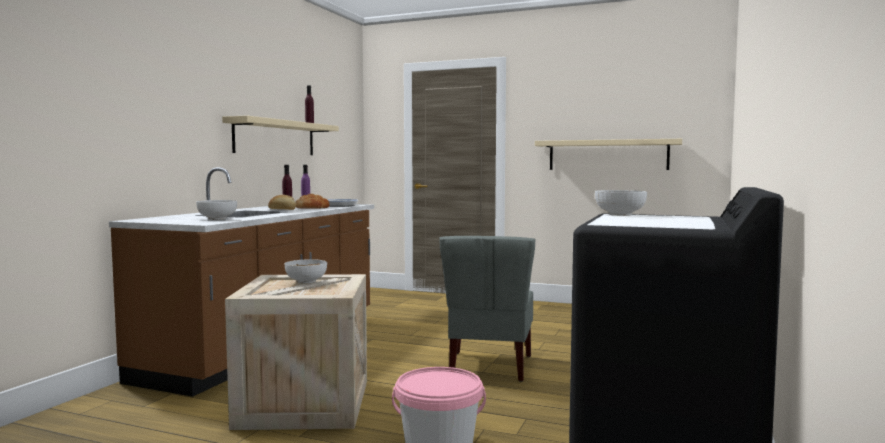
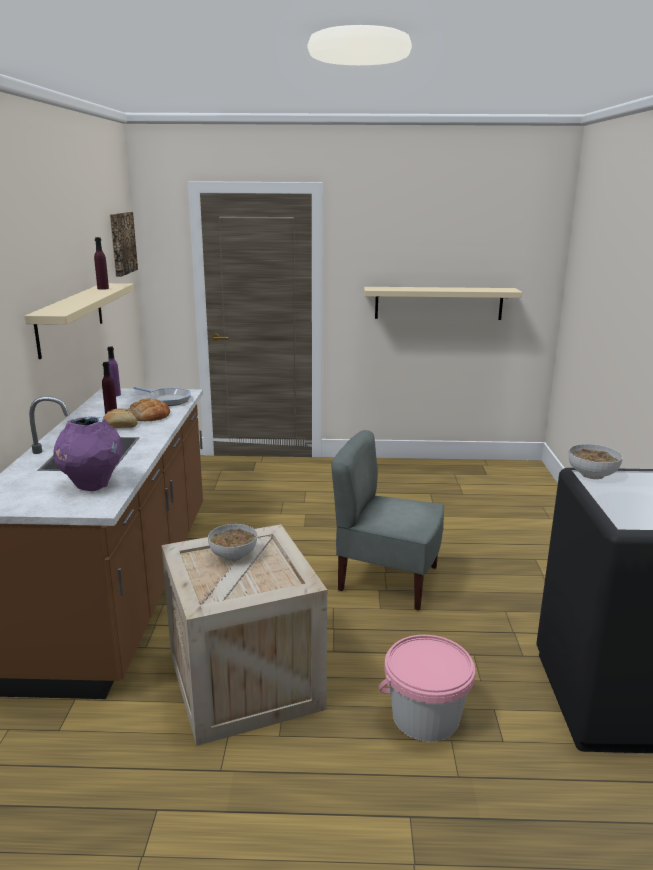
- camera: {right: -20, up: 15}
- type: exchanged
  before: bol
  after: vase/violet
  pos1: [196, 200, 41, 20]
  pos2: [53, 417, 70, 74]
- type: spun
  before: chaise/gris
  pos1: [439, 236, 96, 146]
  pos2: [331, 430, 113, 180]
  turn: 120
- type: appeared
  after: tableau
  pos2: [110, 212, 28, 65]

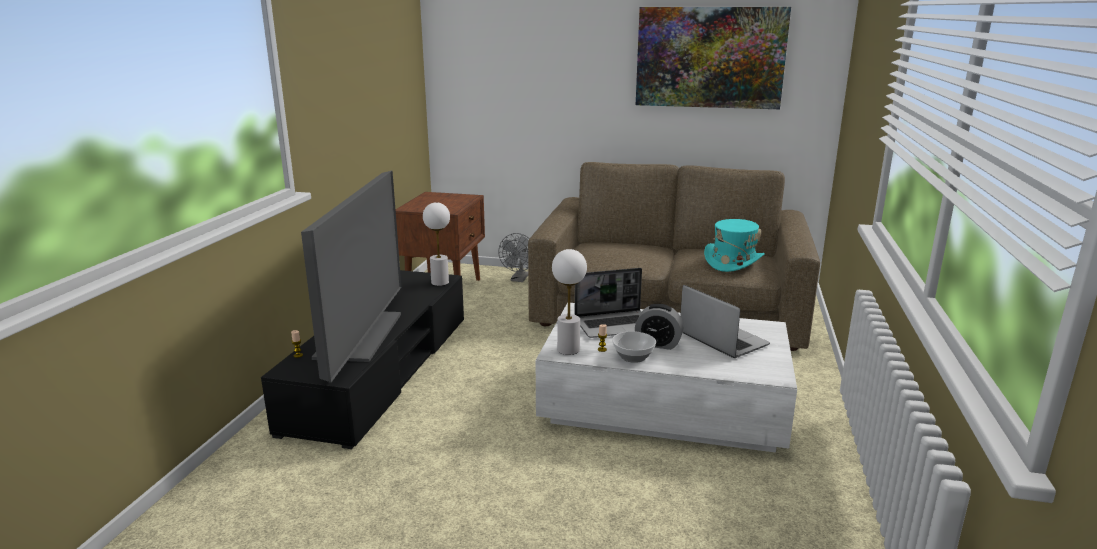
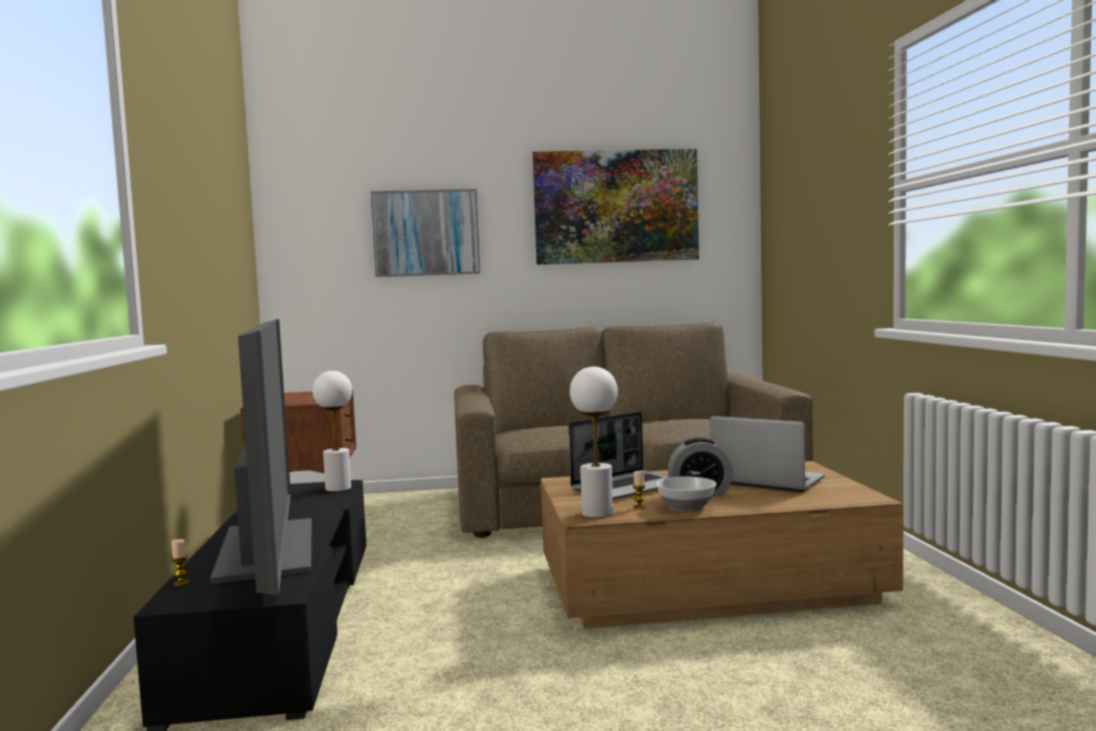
- camera: {right: -20, up: -15}
- type: missing
  before: chapeau/turquoise
  pos1: [704, 219, 61, 53]
- type: missing
  before: ventilateur/gris
  pos1: [498, 233, 31, 49]
- type: colour
  before: table basse/blanc
  after: table basse/marron
  pos1: [536, 302, 261, 151]
  pos2: [541, 461, 363, 168]
- type: appeared
  after: tableau
  pos2: [371, 189, 109, 88]

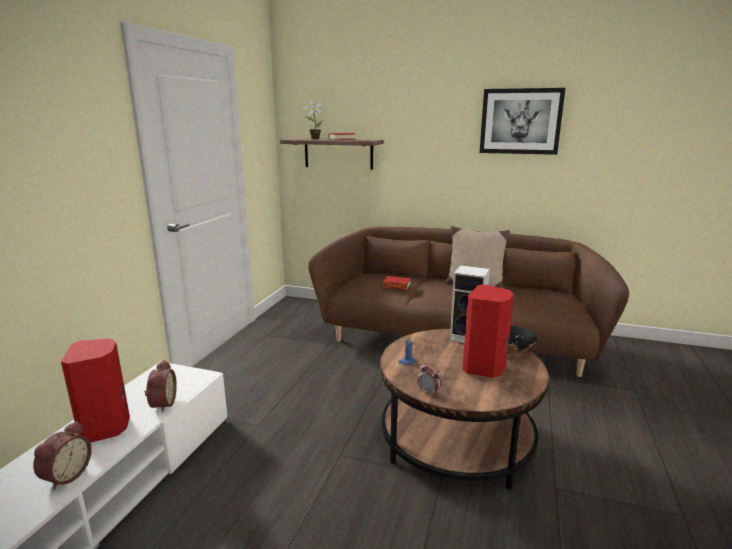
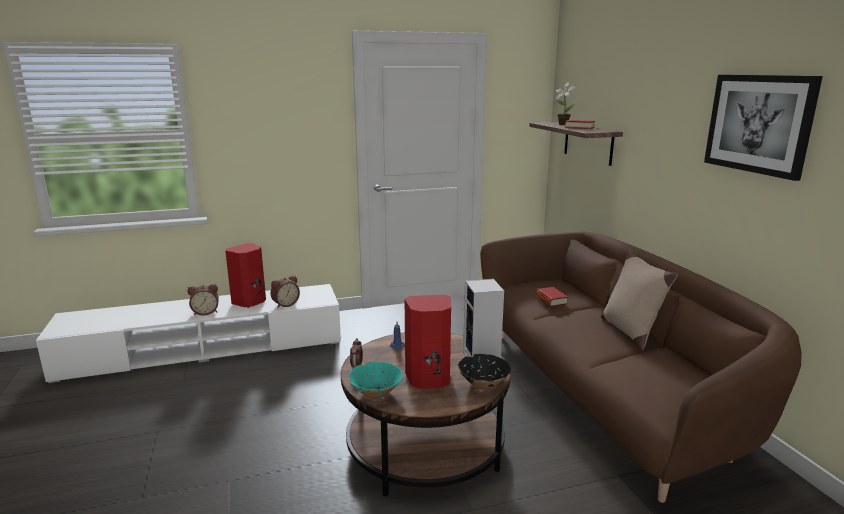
- camera: {right: 55, up: 0}
- type: appeared
  after: bol/turquoise
  pos2: [348, 362, 55, 37]

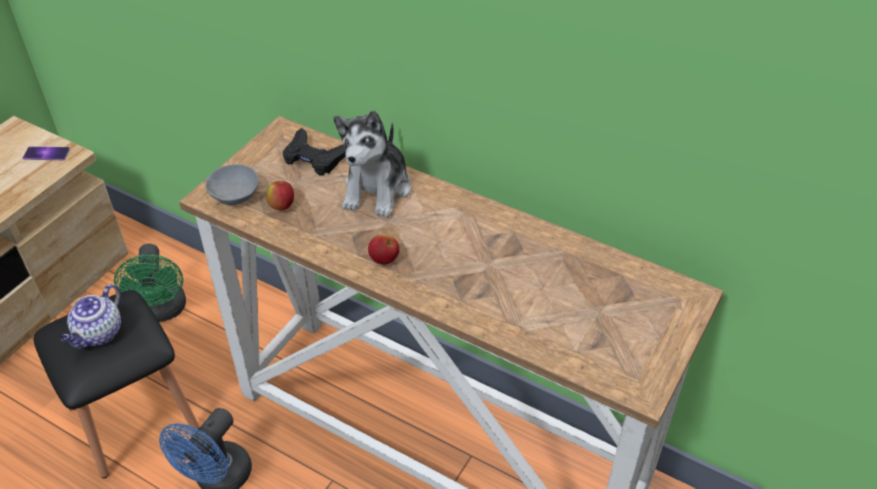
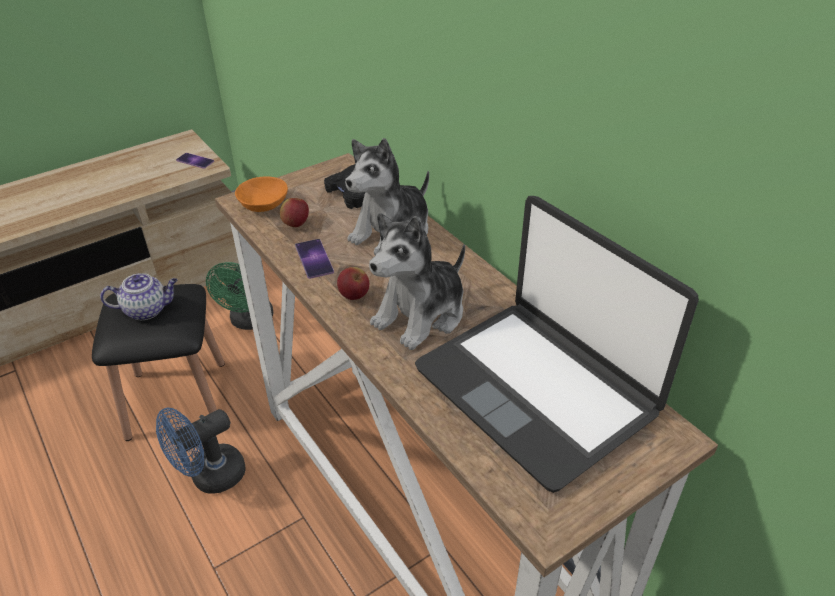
- camera: {right: 25, up: -5}
- type: colour
  before: bol/gris
  after: bol/orange
  pos1: [205, 164, 54, 41]
  pos2: [235, 176, 53, 36]
- type: spun
  before: théière
  pos1: [61, 284, 60, 65]
  pos2: [100, 273, 78, 47]
  turn: -150
- type: appeared
  after: ordinateur portable
  pos2: [415, 196, 284, 297]
- type: appeared
  after: peluche
  pos2: [369, 213, 96, 137]
- type: appeared
  after: téléphone
  pos2: [295, 239, 39, 40]

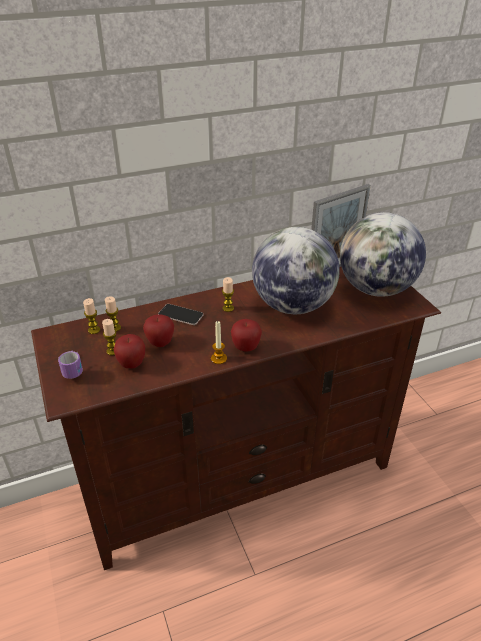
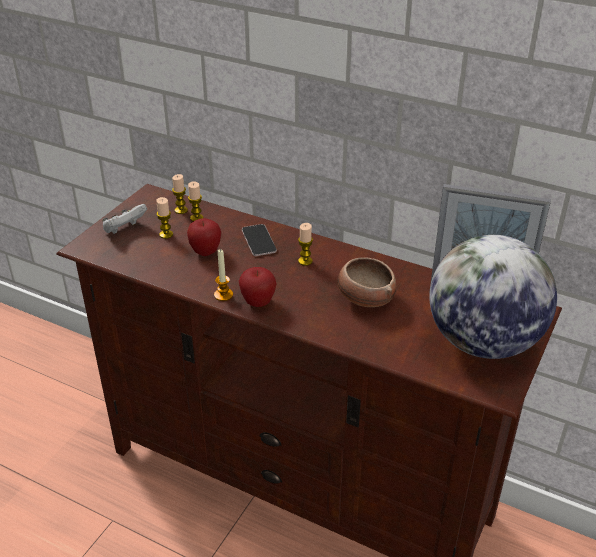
- camera: {right: 50, up: 0}
- type: exchanged
  before: globe
  after: bol
  pos1: [252, 227, 88, 87]
  pos2: [337, 257, 59, 50]
- type: missing
  before: pomme
  pos1: [114, 334, 31, 35]
- type: exchanged
  before: mug
  after: manette/blanc
  pos1: [58, 351, 25, 28]
  pos2: [102, 204, 45, 30]

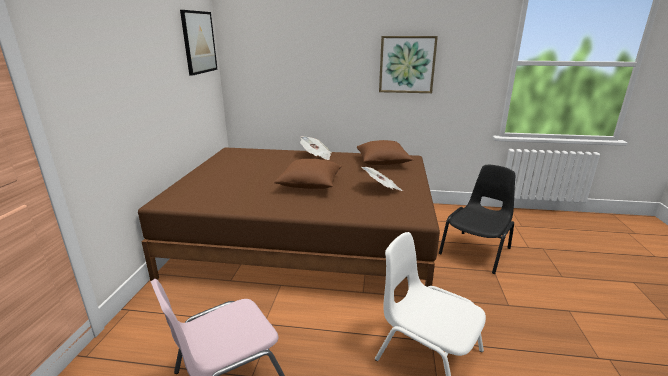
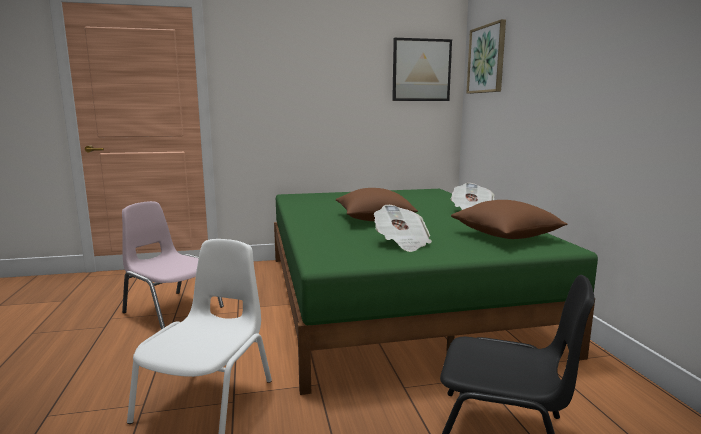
- camera: {right: 70, up: -10}
- type: relocated
  before: tableau
  pos1: [379, 36, 59, 57]
  pos2: [467, 19, 39, 75]
- type: colour
  before: lit/marron
  after: lit/vert
  pos1: [138, 147, 302, 140]
  pos2: [274, 189, 324, 206]

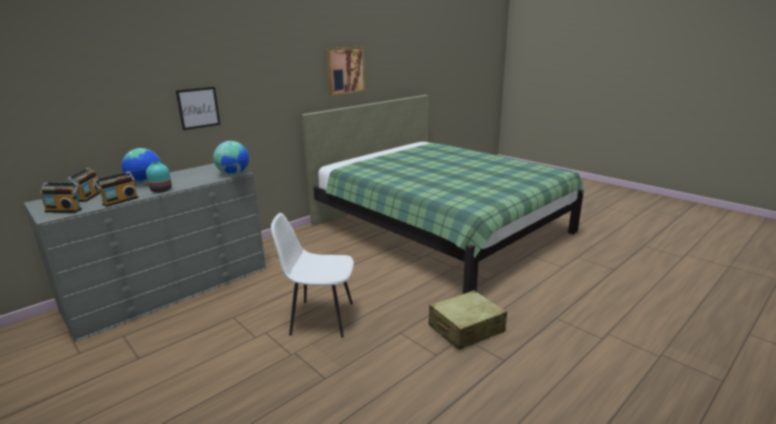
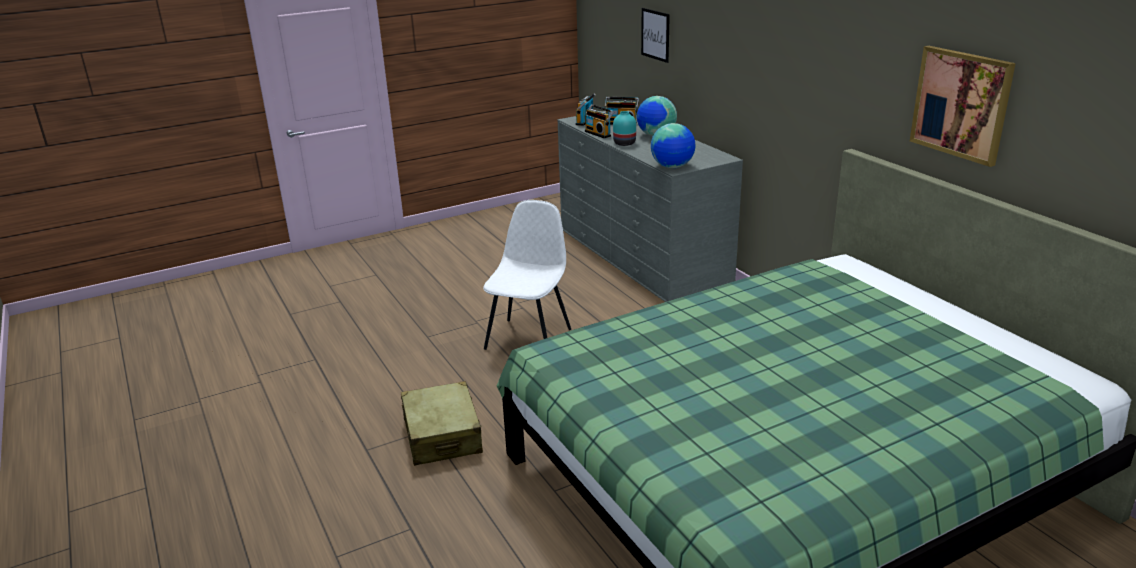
- camera: {right: 105, up: 5}
- type: relocated
  before: tableau
  pos1: [176, 87, 44, 43]
  pos2: [641, 8, 29, 55]

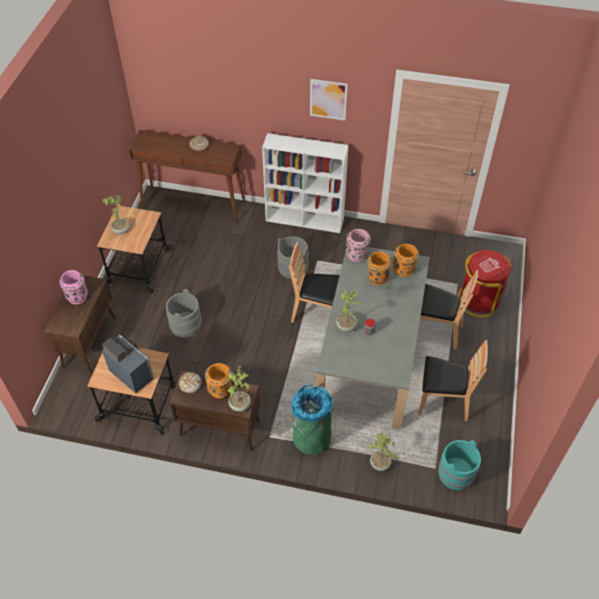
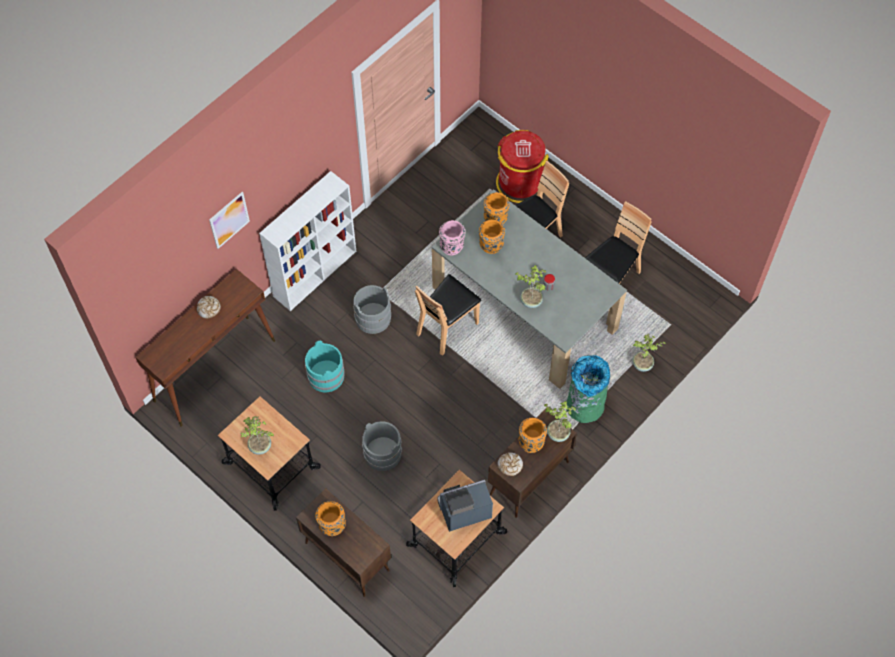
- camera: {right: -60, up: 10}
- type: relocated
  before: tableau
  pos1: [310, 79, 38, 41]
  pos2: [209, 192, 41, 57]
- type: colour
  before: vase/rose
  after: vase/orange
  pos1: [59, 270, 29, 34]
  pos2: [315, 501, 31, 35]
- type: relocated
  before: seau/turquoise
  pos1: [438, 440, 43, 50]
  pos2: [305, 341, 40, 51]

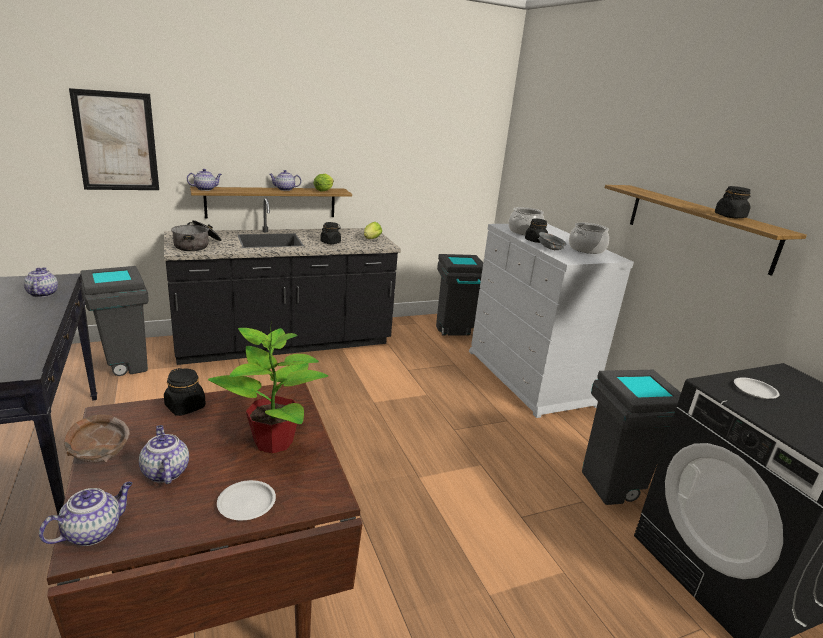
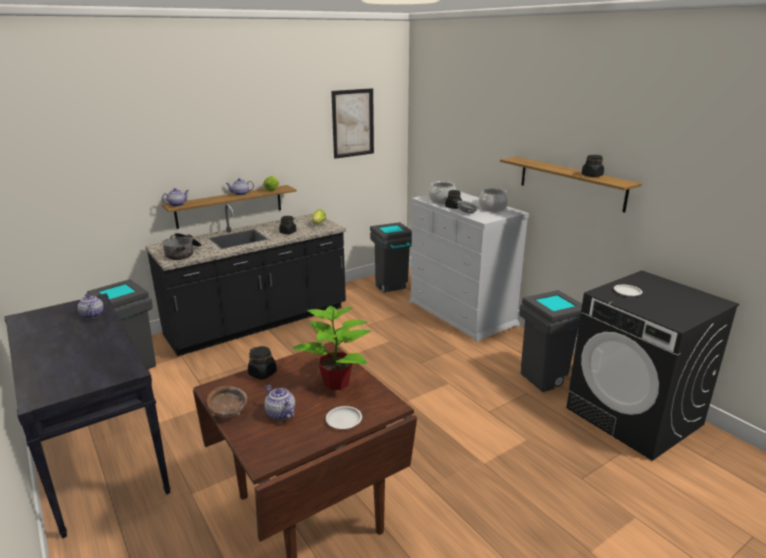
- camera: {right: -10, up: 0}
- type: relocated
  before: tableau
  pos1: [69, 88, 90, 102]
  pos2: [331, 88, 43, 71]
- type: missing
  before: théière
  pos1: [39, 482, 94, 64]

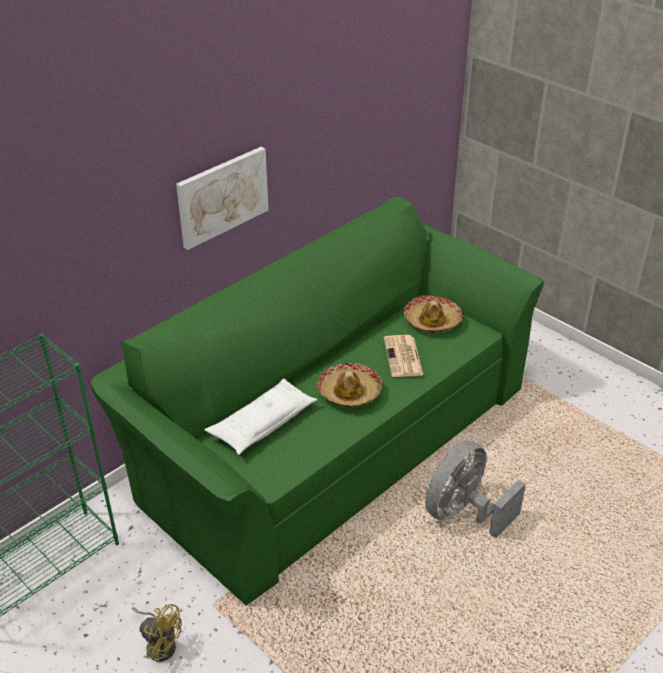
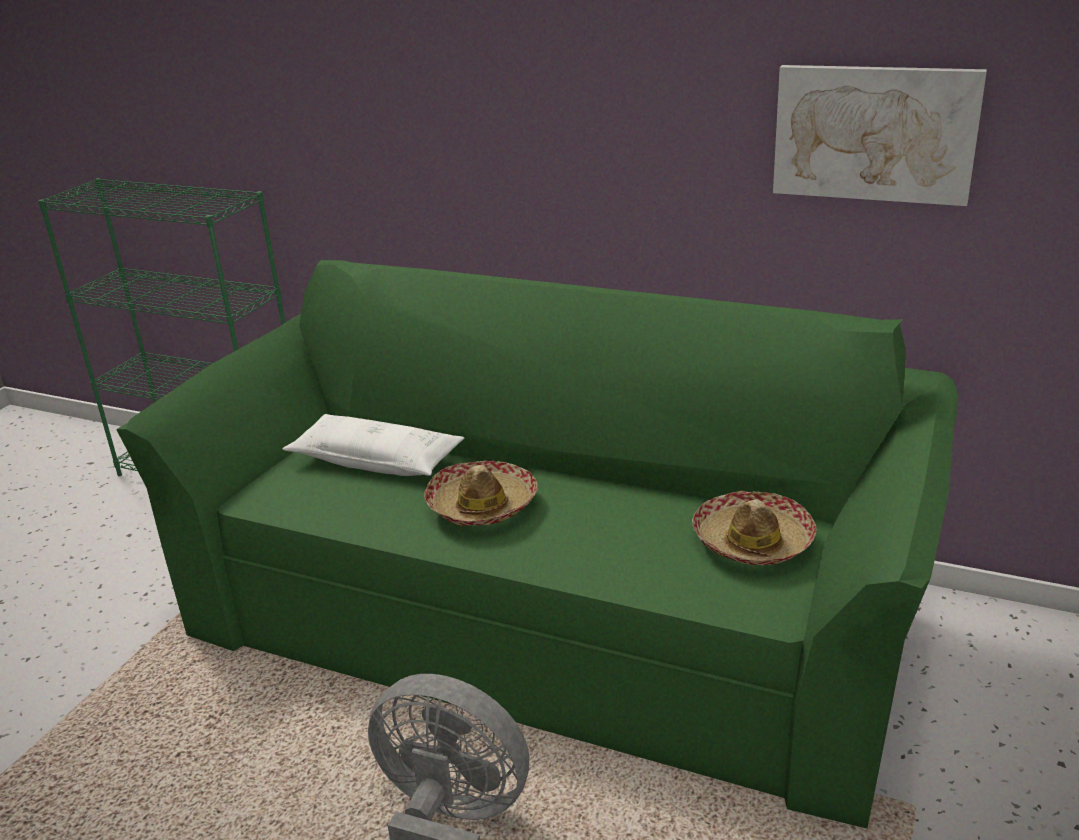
- camera: {right: 70, up: -10}
- type: relocated
  before: tableau
  pos1: [176, 147, 93, 103]
  pos2: [773, 65, 214, 141]
- type: missing
  before: journal
  pos1: [384, 335, 39, 42]
- type: missing
  before: ventilateur/jaune
  pos1: [132, 604, 50, 58]

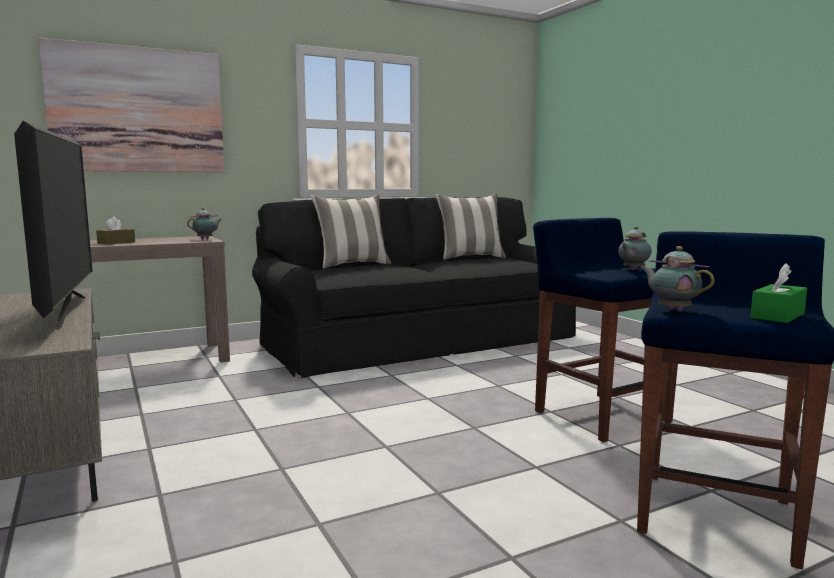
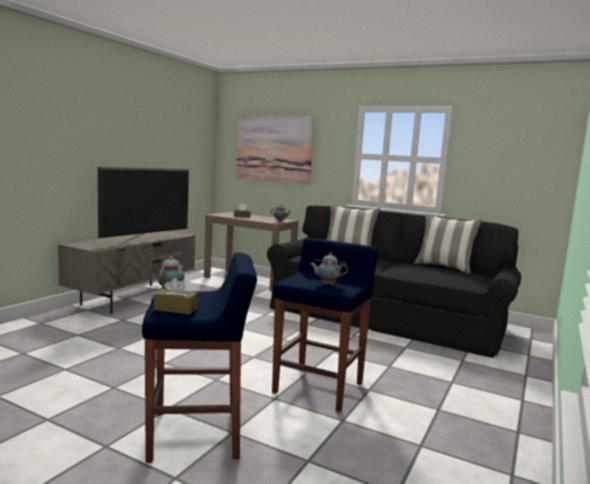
- camera: {right: 55, up: 0}
- type: colour
  before: boîte à mouchoirs/vert
  after: boîte à mouchoirs/marron
  pos1: [750, 263, 57, 60]
  pos2: [153, 278, 45, 37]

